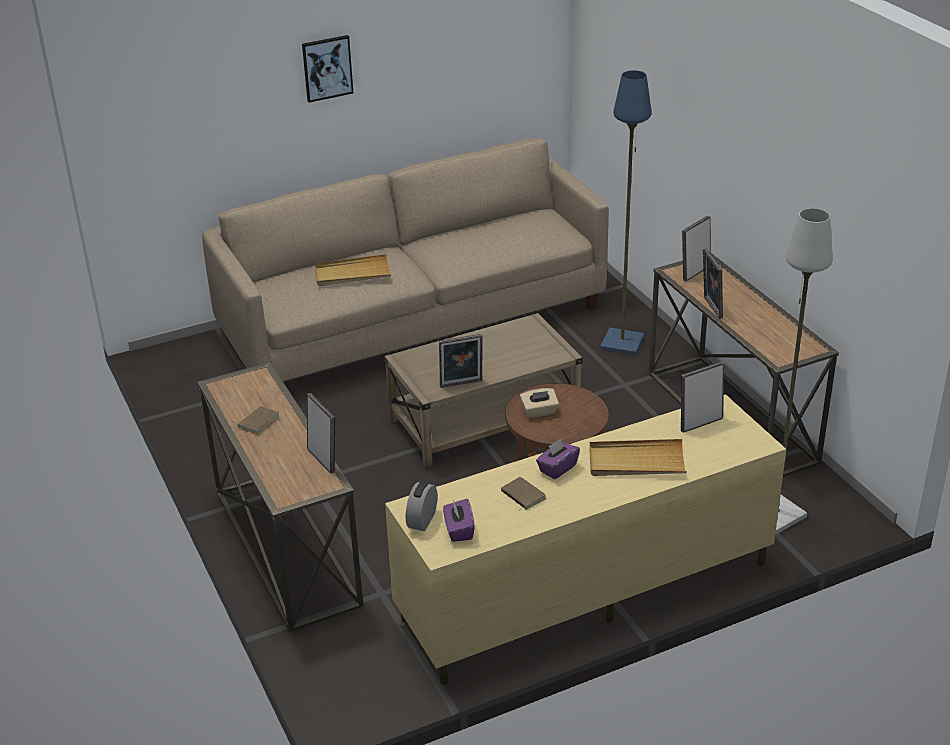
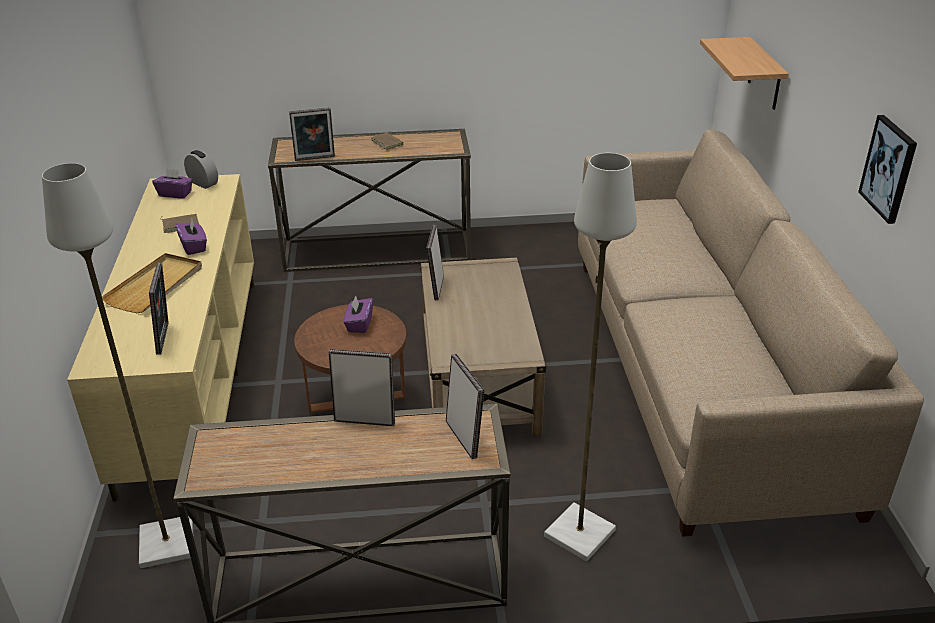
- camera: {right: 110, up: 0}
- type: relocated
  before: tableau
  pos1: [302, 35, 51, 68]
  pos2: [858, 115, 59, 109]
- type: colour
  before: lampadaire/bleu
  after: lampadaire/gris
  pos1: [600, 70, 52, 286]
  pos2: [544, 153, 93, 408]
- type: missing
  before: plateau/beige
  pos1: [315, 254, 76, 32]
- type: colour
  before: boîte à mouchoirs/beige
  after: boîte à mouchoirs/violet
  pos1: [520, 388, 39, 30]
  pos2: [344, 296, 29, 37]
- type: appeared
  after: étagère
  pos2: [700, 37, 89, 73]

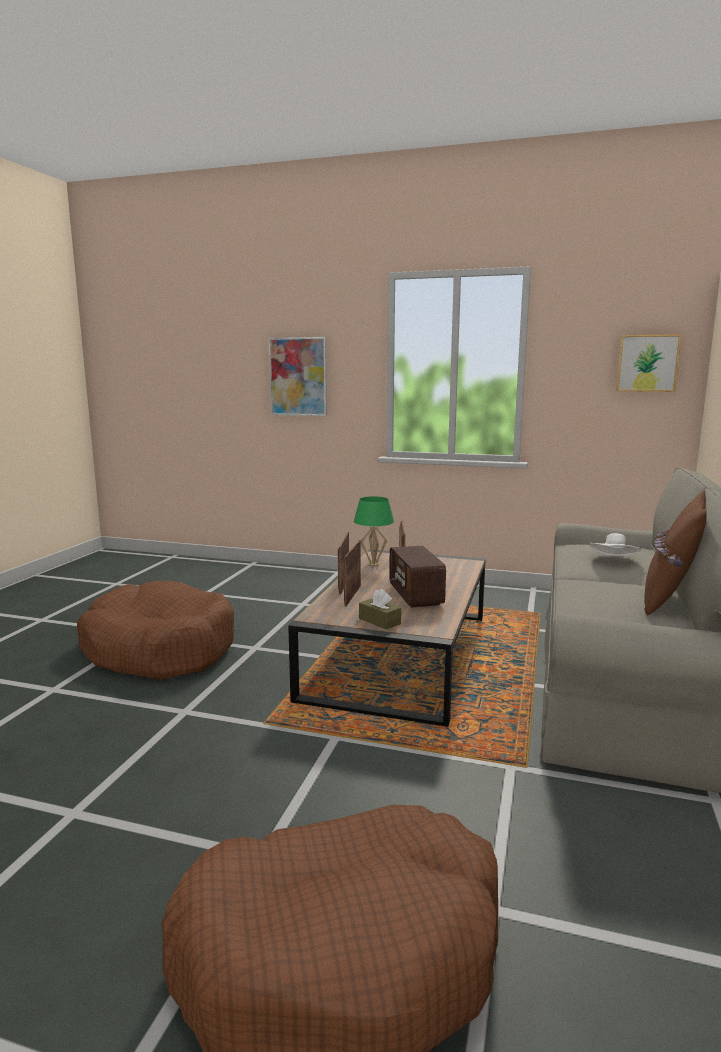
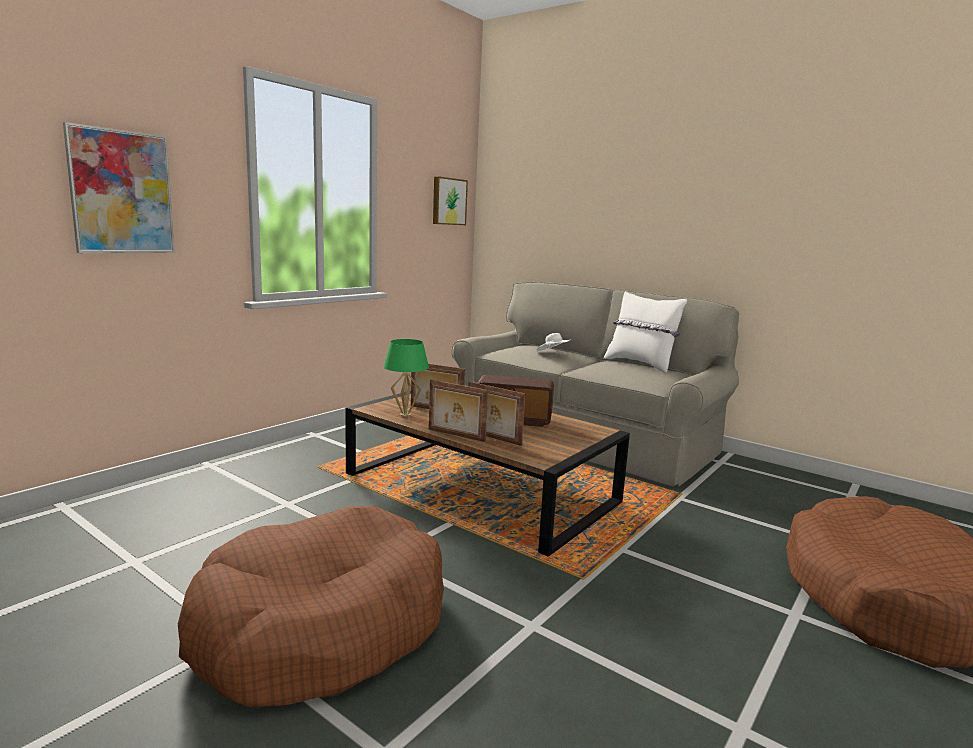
- camera: {right: -70, up: 0}
- type: colour
  before: coussin/marron
  after: coussin/blanc
  pos1: [644, 490, 63, 126]
  pos2: [604, 291, 83, 82]
- type: missing
  before: boîte à mouchoirs/marron
  pos1: [359, 589, 42, 41]

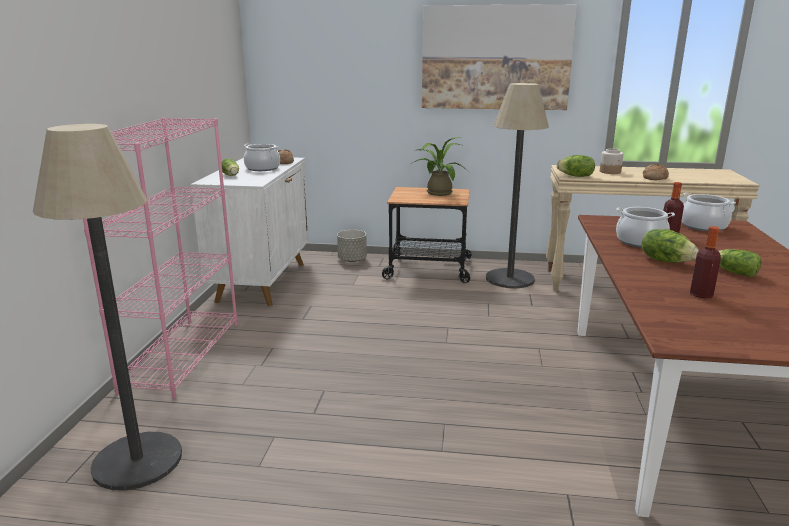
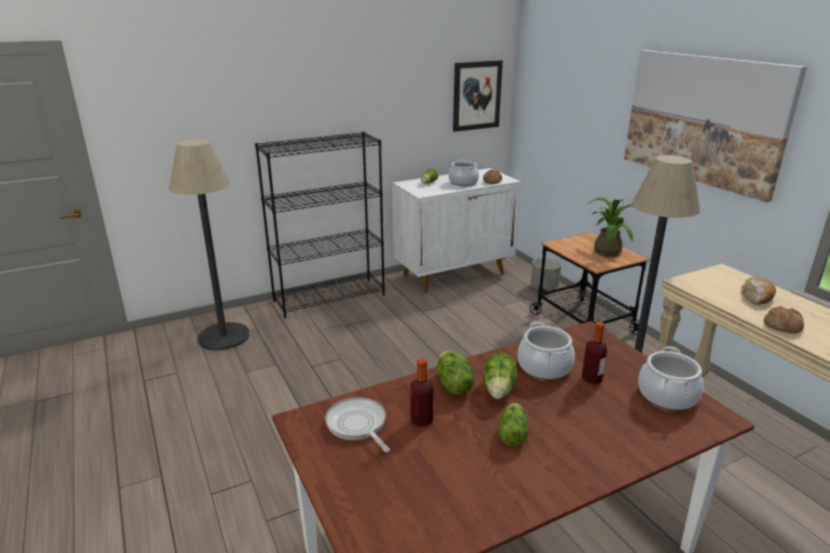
- camera: {right: 55, up: 5}
- type: colour
  before: bibliothèque/rose
  after: bibliothèque/noir
  pos1: [83, 118, 155, 281]
  pos2: [255, 132, 130, 186]
- type: exchanged
  before: bocal
  after: pain
  pos1: [600, 148, 24, 26]
  pos2: [741, 277, 35, 28]
- type: relocated
  before: laitue
  pos1: [557, 155, 38, 22]
  pos2: [437, 351, 38, 44]
- type: appeared
  after: tableau
  pos2: [453, 60, 50, 72]
- type: appeared
  after: poêle
  pos2: [325, 397, 65, 55]

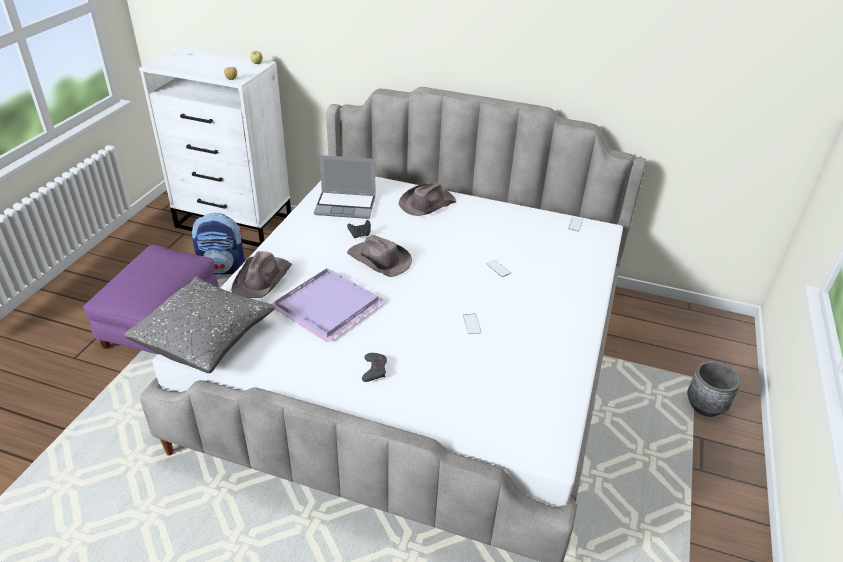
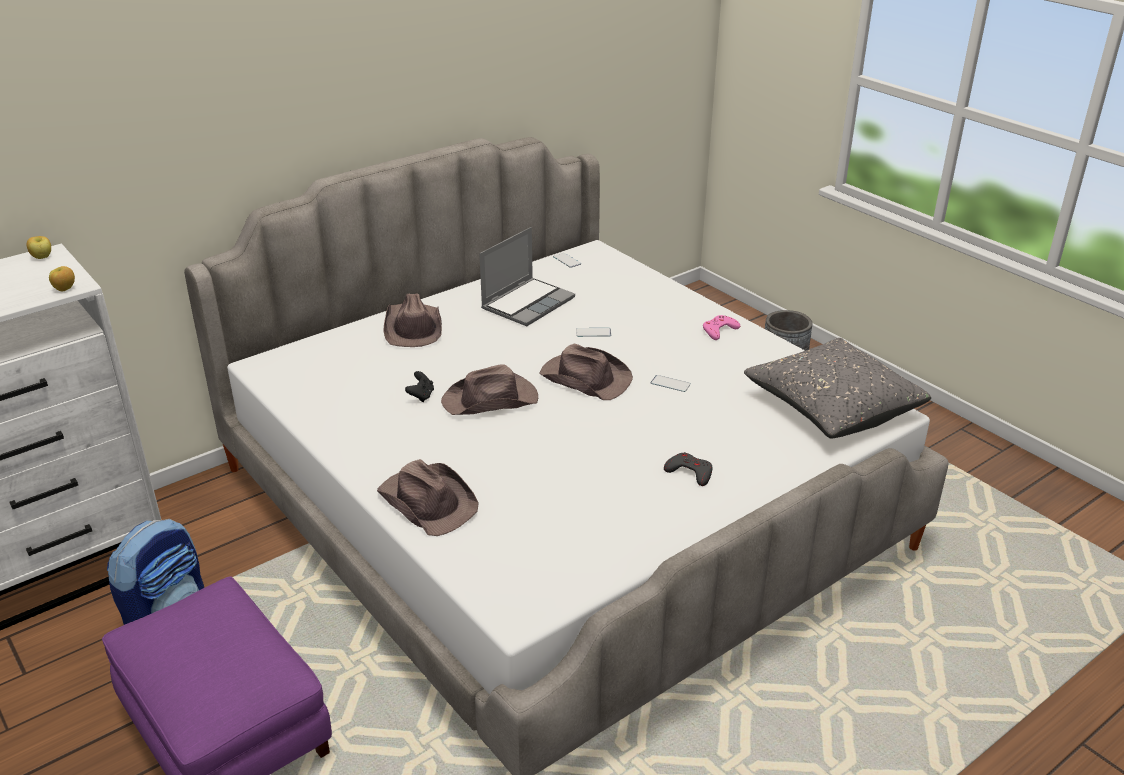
- camera: {right: -55, up: -5}
- type: relocated
  before: ordinateur portable
  pos1: [314, 155, 62, 64]
  pos2: [479, 227, 96, 99]
- type: missing
  before: plateau/violet
  pos1: [272, 268, 113, 74]
- type: relocated
  before: coussin/gris
  pos1: [125, 277, 150, 96]
  pos2: [744, 338, 187, 101]
- type: appeared
  after: manette/rose
  pos2: [703, 315, 37, 25]
- type: appeared
  after: chapeau/marron
  pos2: [539, 344, 94, 56]

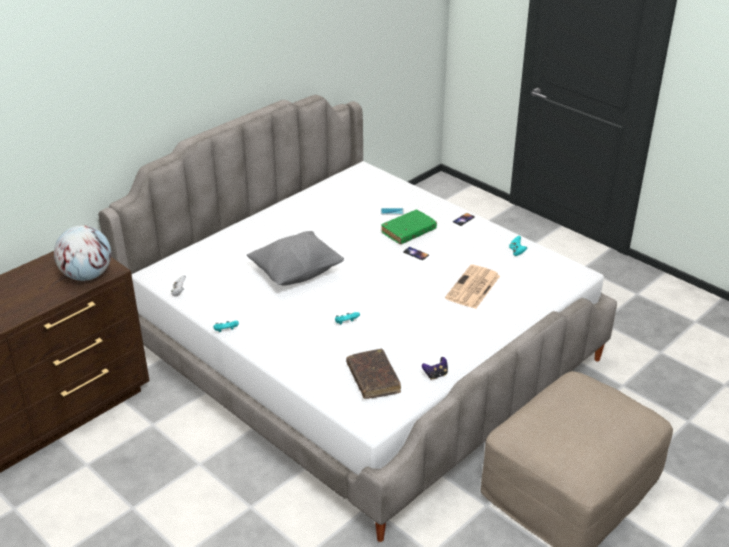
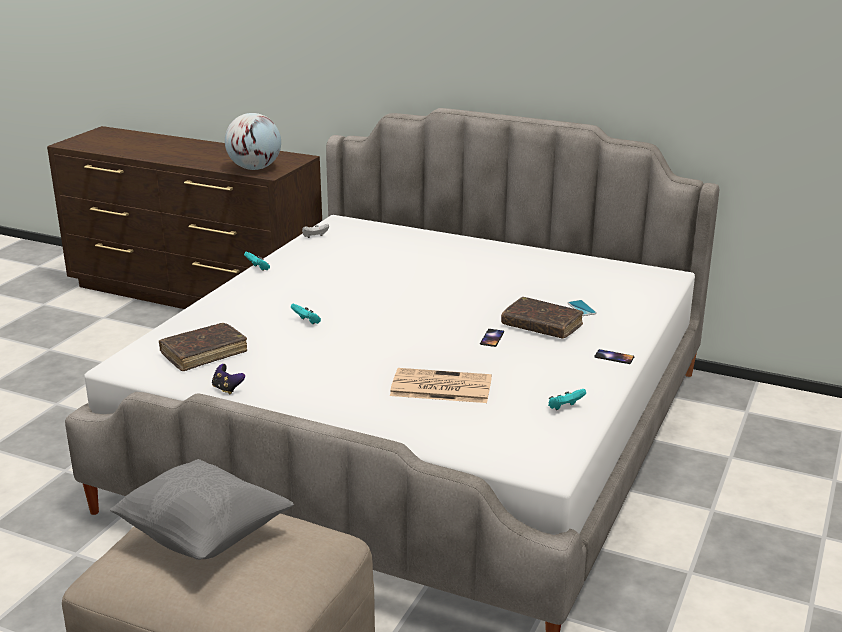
- camera: {right: 70, up: -10}
- type: colour
  before: livre/vert
  after: livre/marron
  pos1: [381, 210, 56, 34]
  pos2: [501, 297, 83, 42]
- type: relocated
  before: coussin/gris
  pos1: [247, 231, 97, 55]
  pos2: [110, 459, 184, 101]

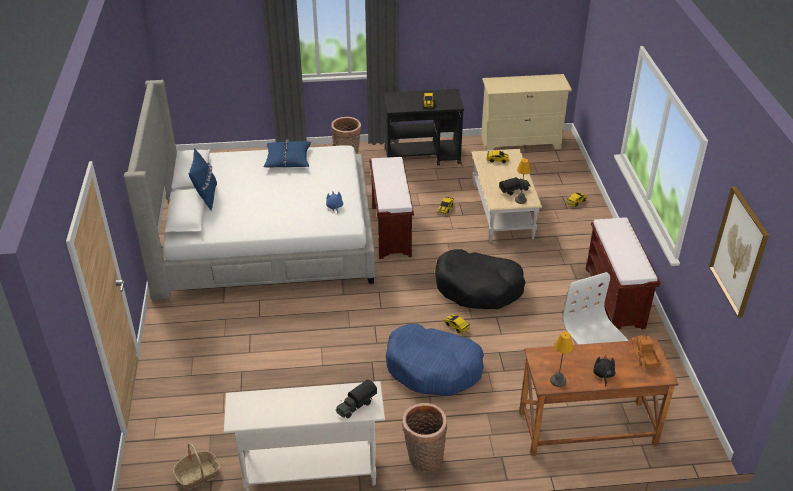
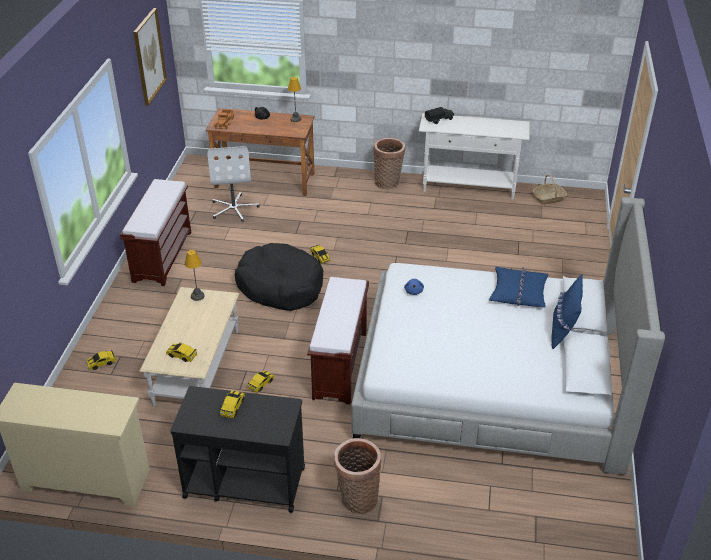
- camera: {right: -165, up: 0}
- type: relocated
  before: coussin/bleu
  pos1: [263, 139, 48, 29]
  pos2: [489, 267, 60, 41]
- type: missing
  before: camion jouet
  pos1: [499, 177, 31, 18]
- type: missing
  before: panier pour chien/bleu
  pos1: [386, 324, 98, 72]

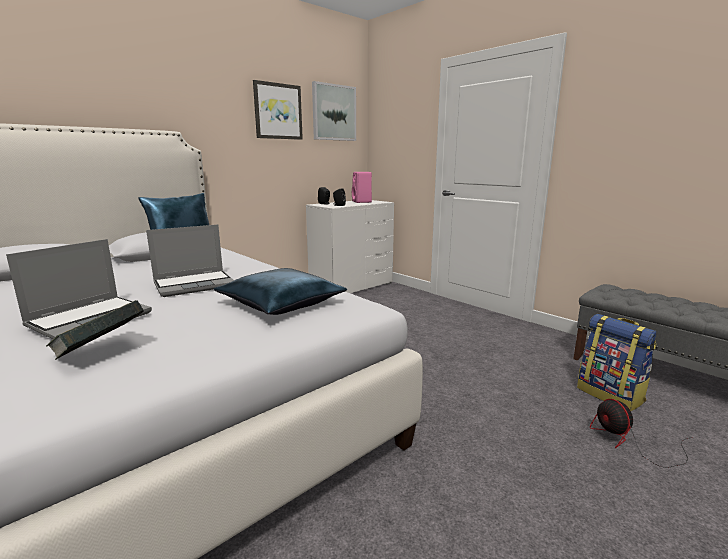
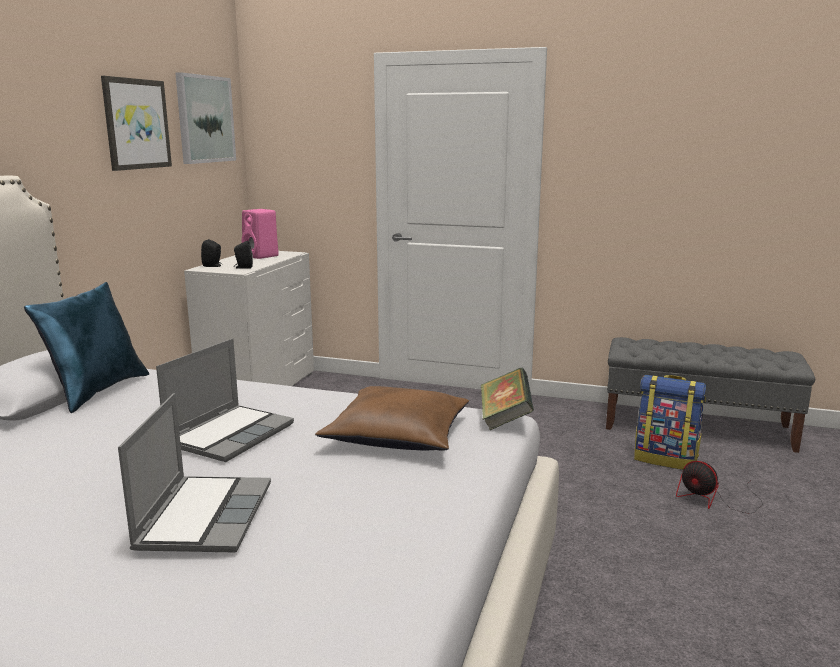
- camera: {right: -30, up: 0}
- type: colour
  before: coussin/bleu
  after: coussin/marron
  pos1: [213, 268, 134, 47]
  pos2: [315, 386, 154, 65]
- type: relocated
  before: livre
  pos1: [46, 300, 98, 60]
  pos2: [481, 368, 53, 62]

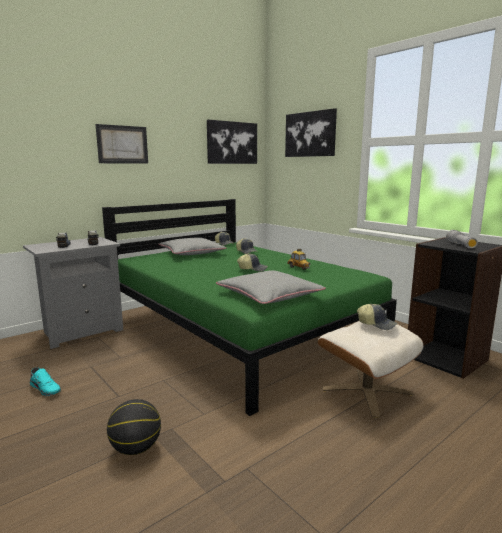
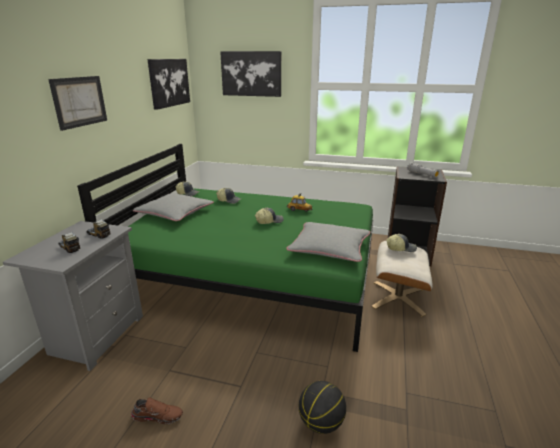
- camera: {right: -35, up: 10}
- type: colour
  before: chaussure/turquoise
  after: chaussure/marron
  pos1: [30, 367, 31, 29]
  pos2: [131, 398, 52, 26]

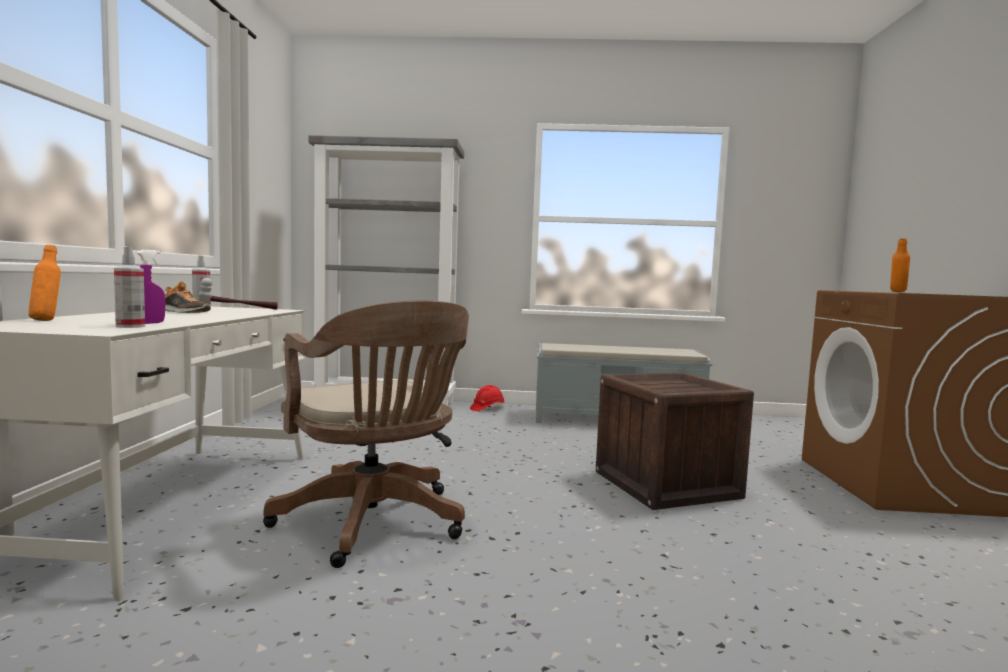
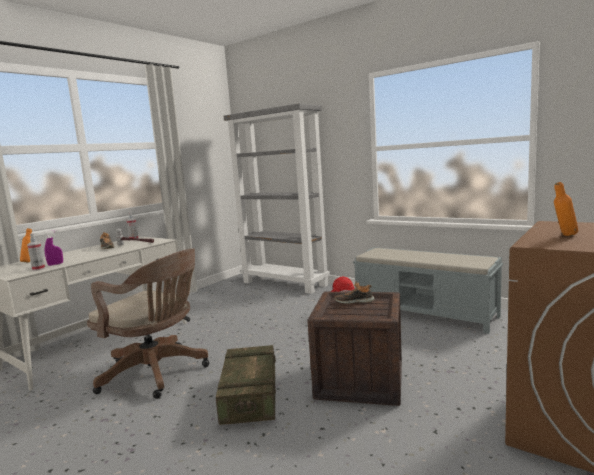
- camera: {right: 35, up: 5}
- type: spun
  before: chaise de bureau/marron
  pos1: [263, 300, 206, 268]
  pos2: [87, 248, 122, 151]
  turn: -60
- type: appeared
  after: chaussure
  pos2: [334, 281, 41, 23]
- type: appeared
  after: caisse
  pos2: [216, 345, 60, 80]

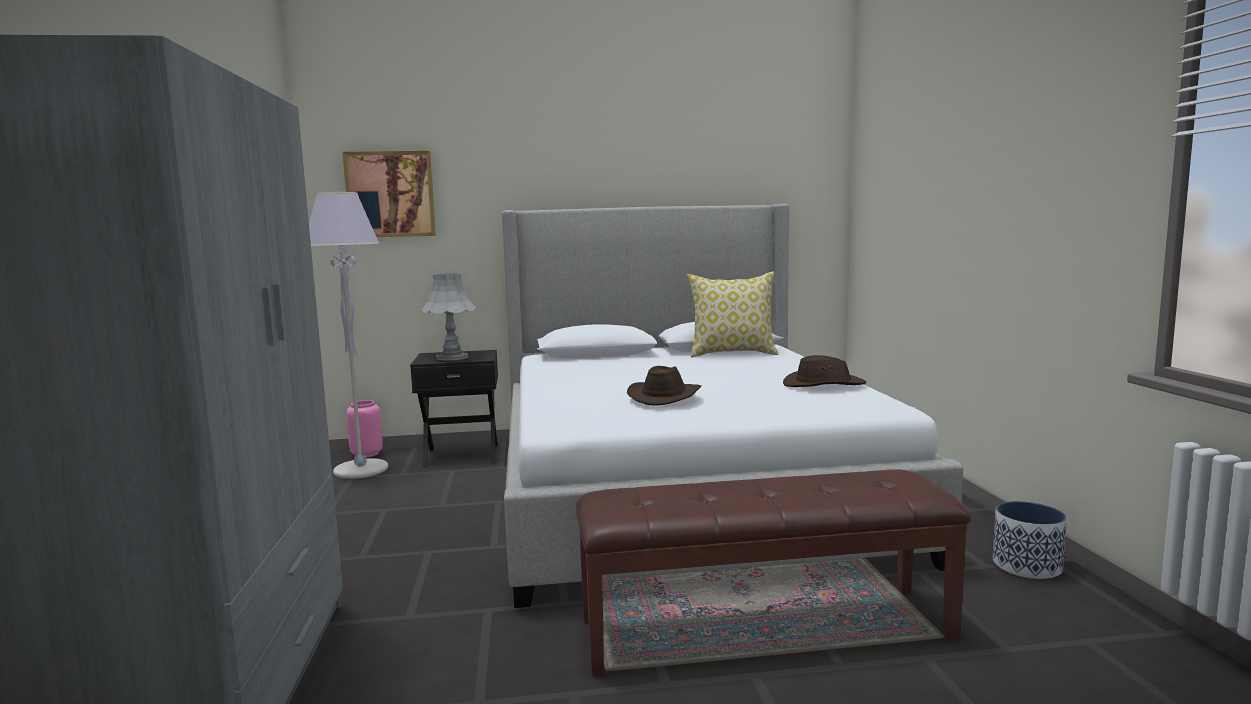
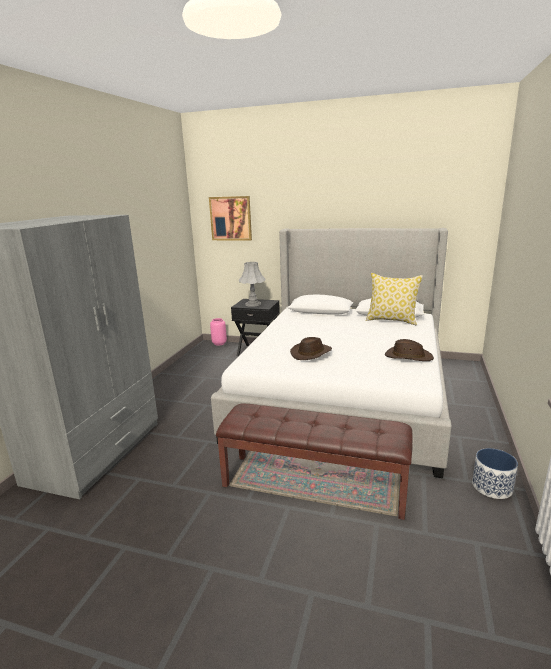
- camera: {right: 25, up: 10}
- type: missing
  before: lampadaire/gris
  pos1: [309, 192, 79, 287]

